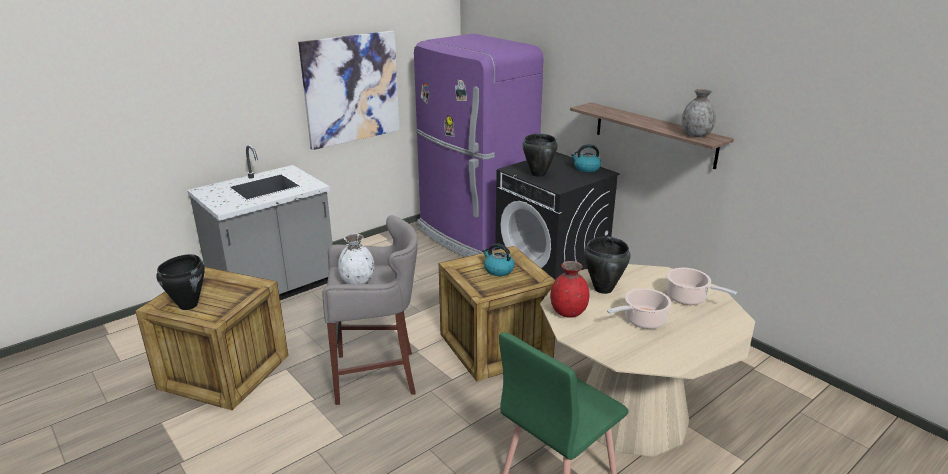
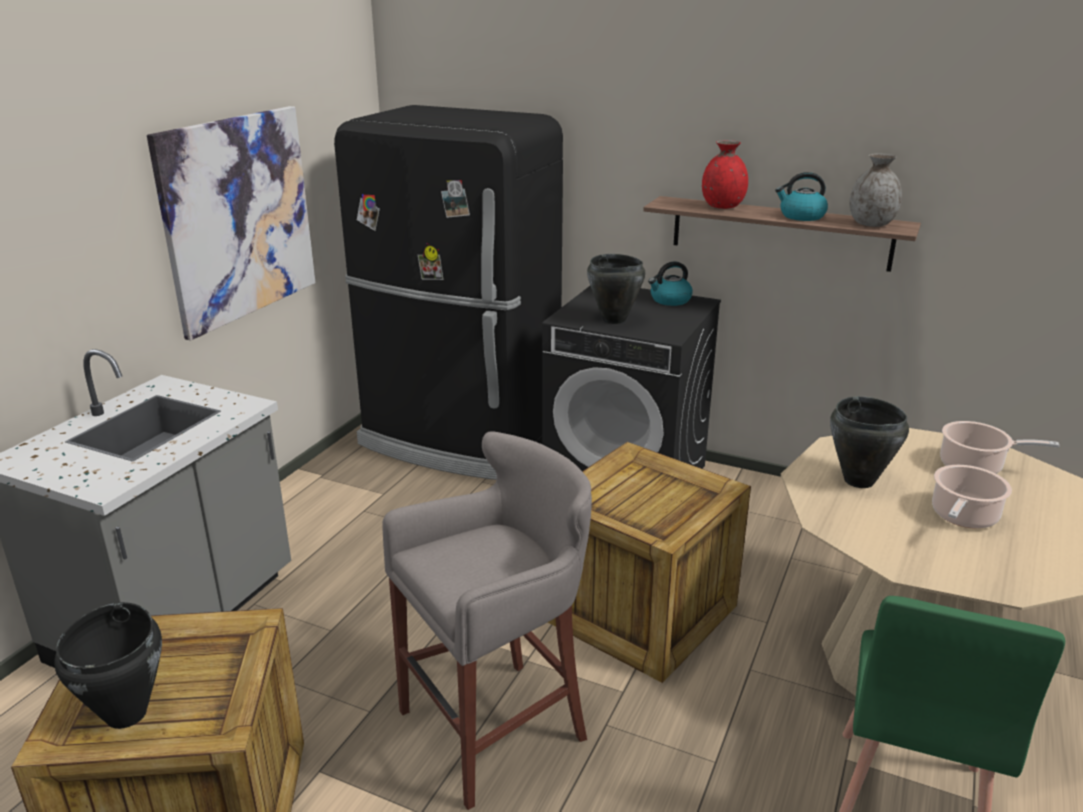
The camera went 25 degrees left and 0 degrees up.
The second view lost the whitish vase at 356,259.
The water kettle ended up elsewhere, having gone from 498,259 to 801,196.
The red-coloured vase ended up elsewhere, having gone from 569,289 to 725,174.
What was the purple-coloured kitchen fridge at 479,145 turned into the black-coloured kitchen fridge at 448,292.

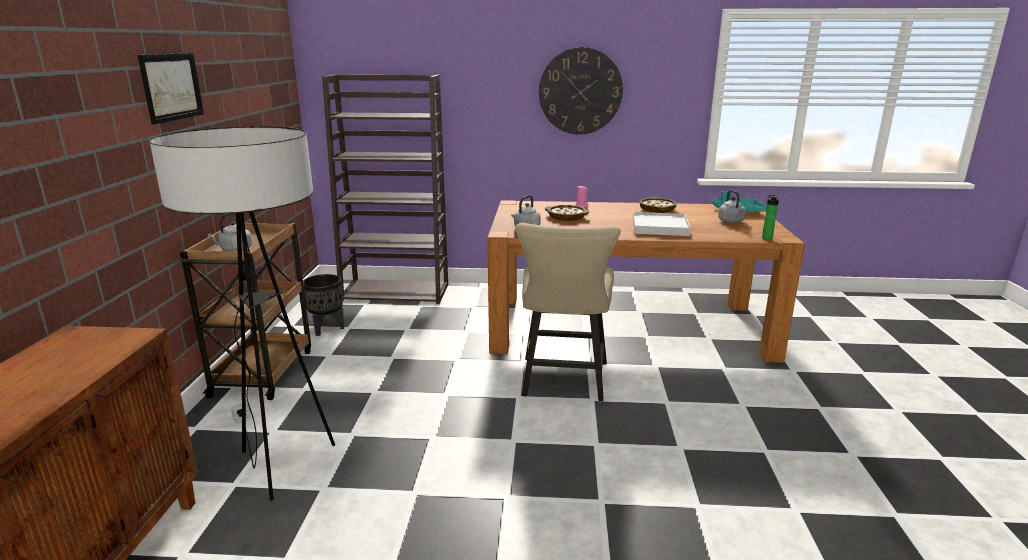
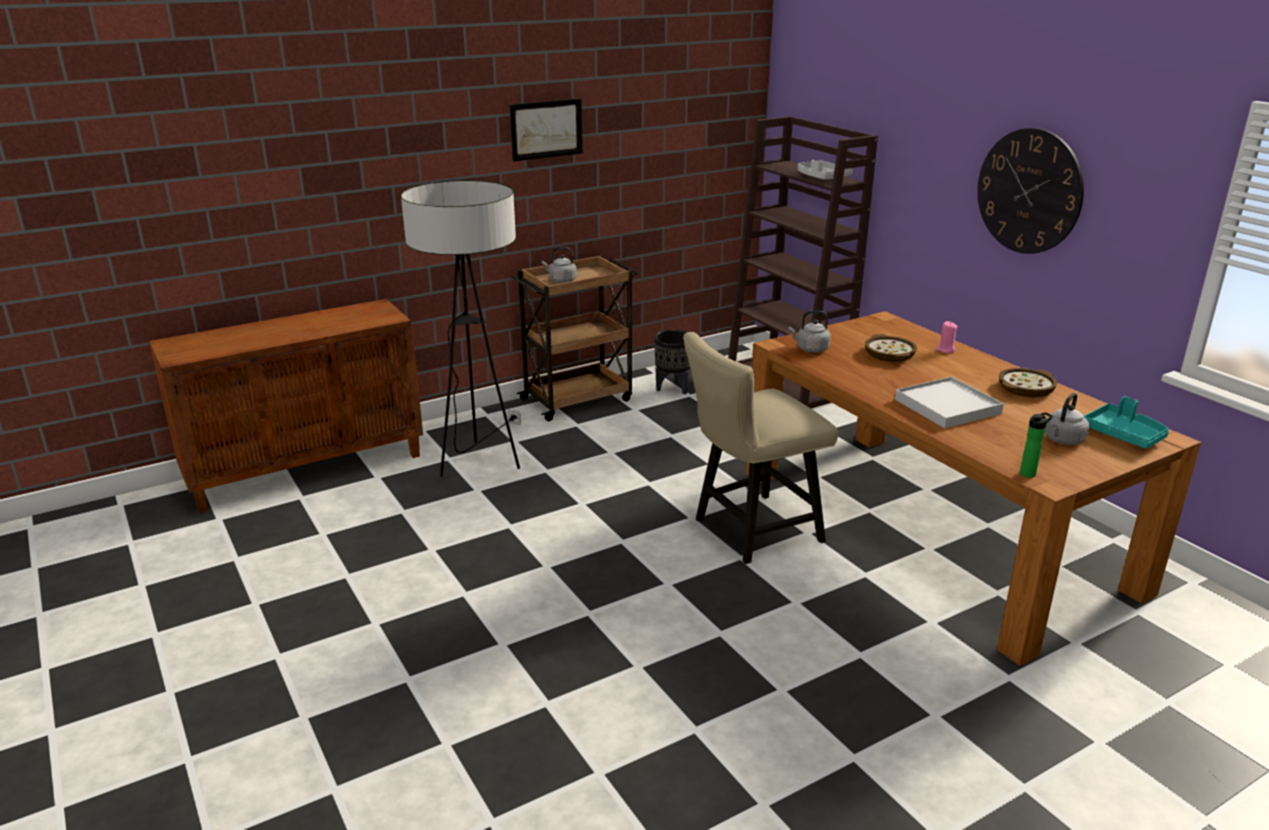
The camera went 55 degrees right and 5 degrees up.
The second view gained the gray carrying tray at 825,169.

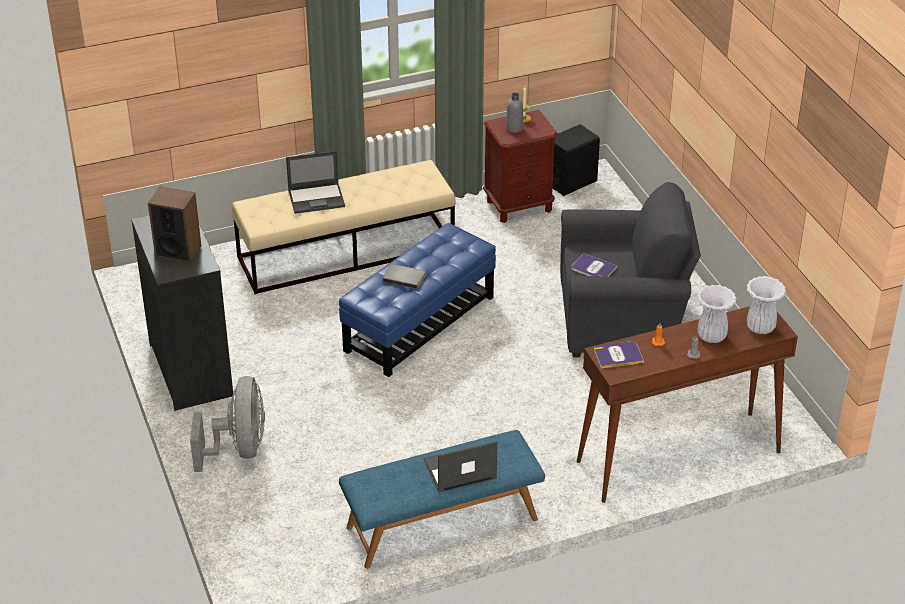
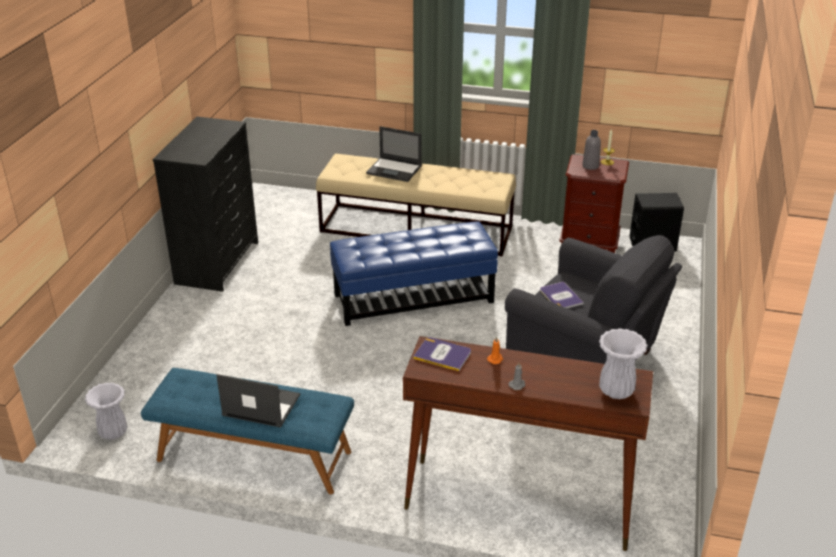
The camera went 35 degrees right and 5 degrees down.
The second view lost the loudspeaker at 174,225.
The second view lost the gray electric fan at 227,424.
The second view lost the gray volume at 404,276.
The whitish vase ended up elsewhere, having gone from 717,314 to 106,411.

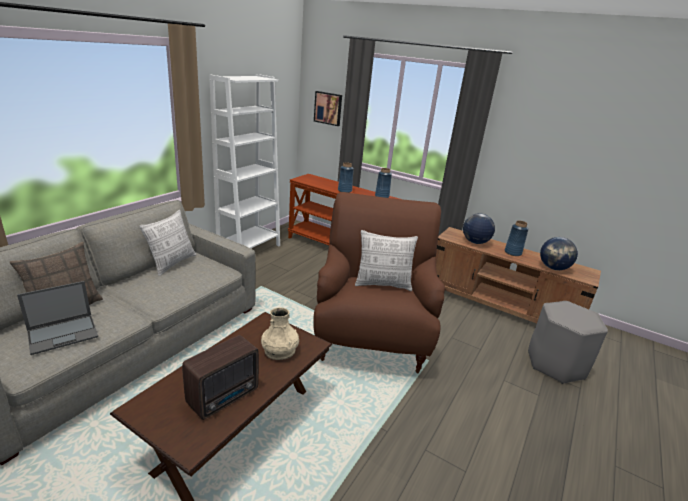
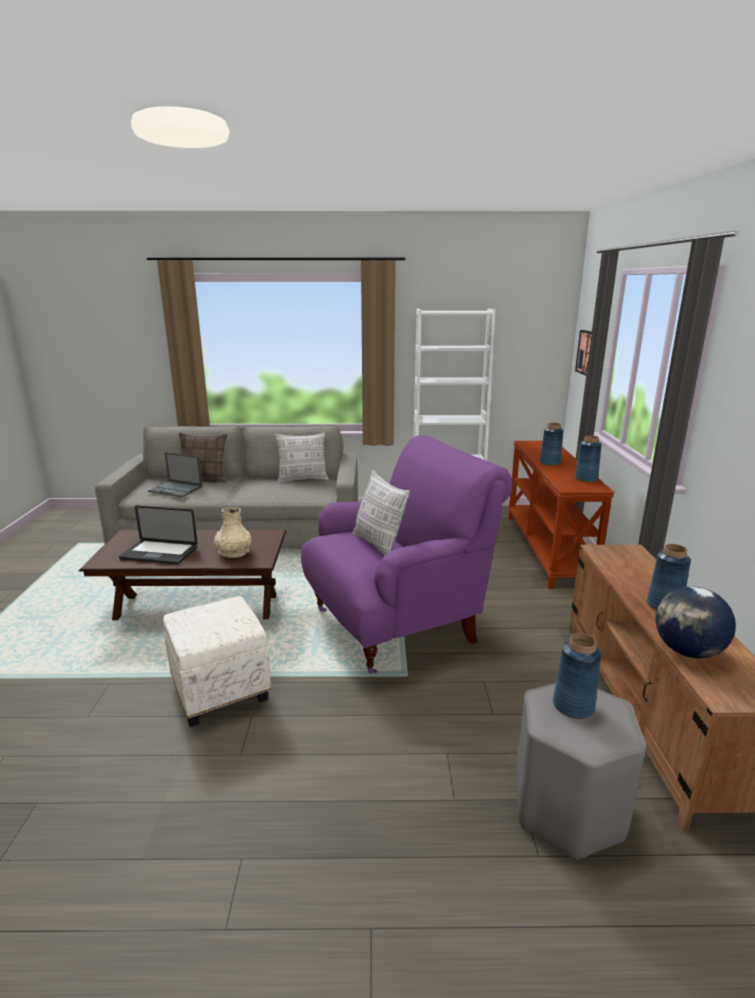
The camera went 60 degrees right and 5 degrees down.
The second view lost the desk globe at 479,228.
The second view gained the whitish pouffe at 217,661.
The second view gained the bluish vase at 577,676.
Where the radio receiver stood at 220,377, the notebook computer came to stand at 158,535.
What was the brown-coloured lounge chair at 379,282 turned into the purple-coloured lounge chair at 407,554.

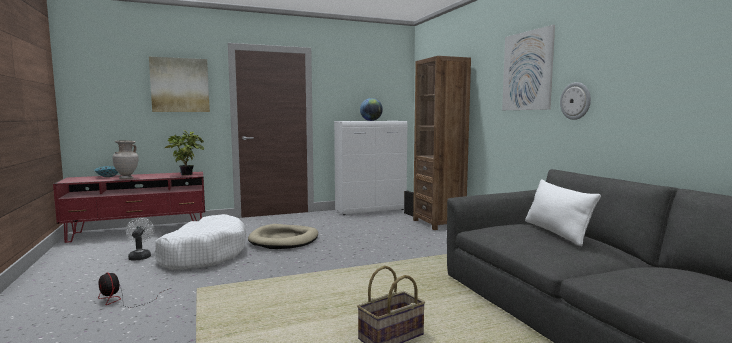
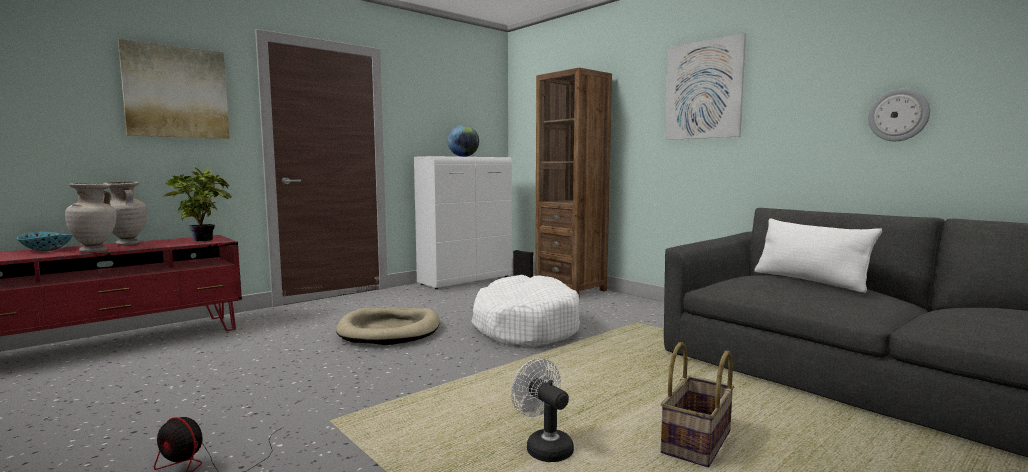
The camera went 20 degrees left and 0 degrees up.
The second view gained the sand-coloured vase at 125,213.
The whitish electric fan ended up elsewhere, having gone from 140,239 to 542,410.
The whitish dog bed ended up elsewhere, having gone from 200,242 to 525,311.
The hanging clock ended up elsewhere, having gone from 575,101 to 899,114.

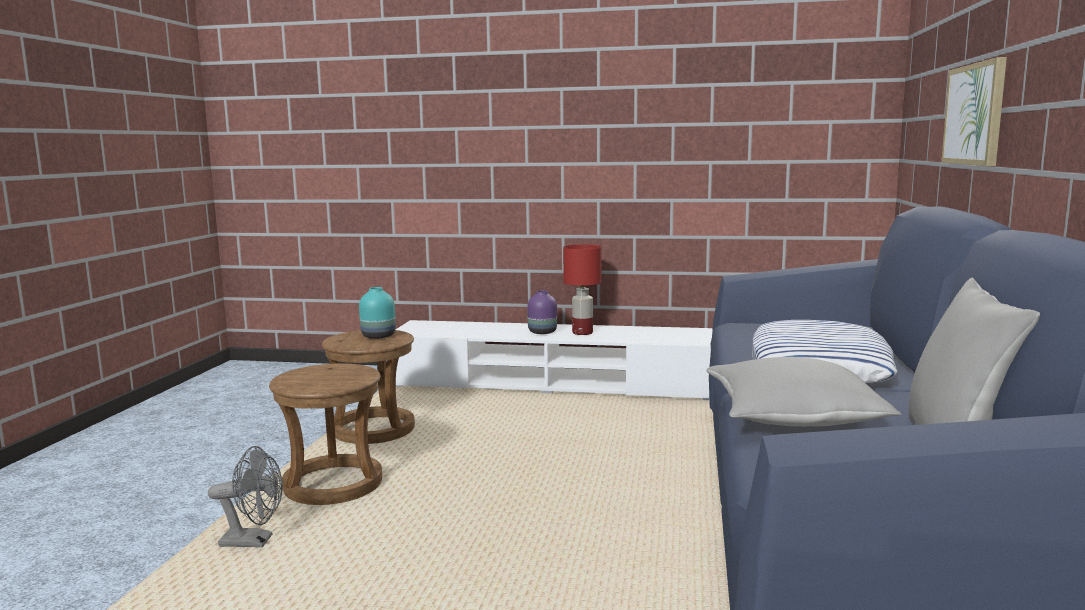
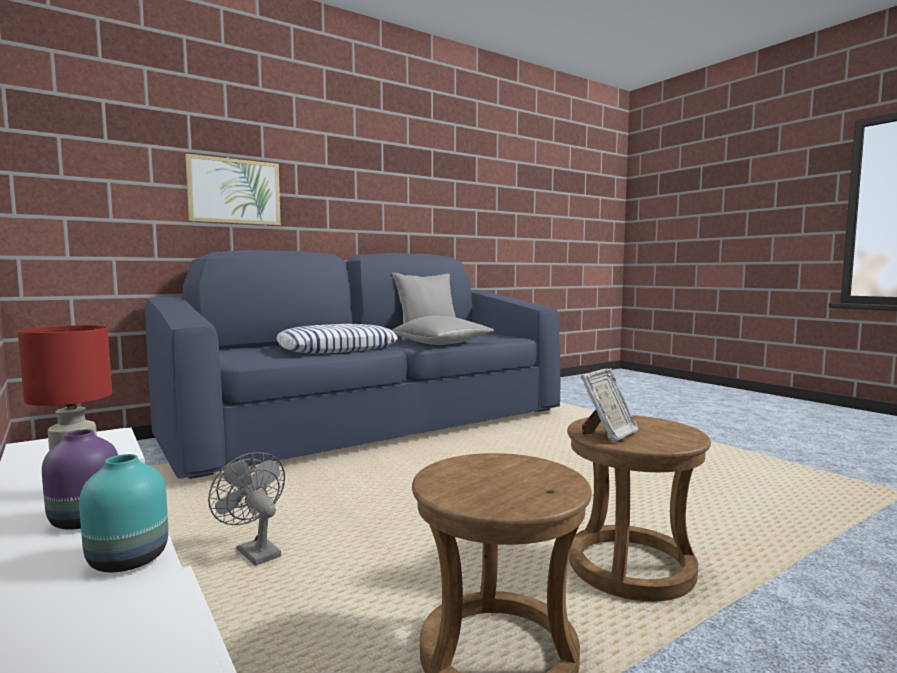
The camera went 135 degrees left and 5 degrees down.
The second view gained the picture frame at 609,405.
The gray electric fan ended up elsewhere, having gone from 245,496 to 246,509.
The turquoise vase ended up elsewhere, having gone from 377,313 to 123,513.

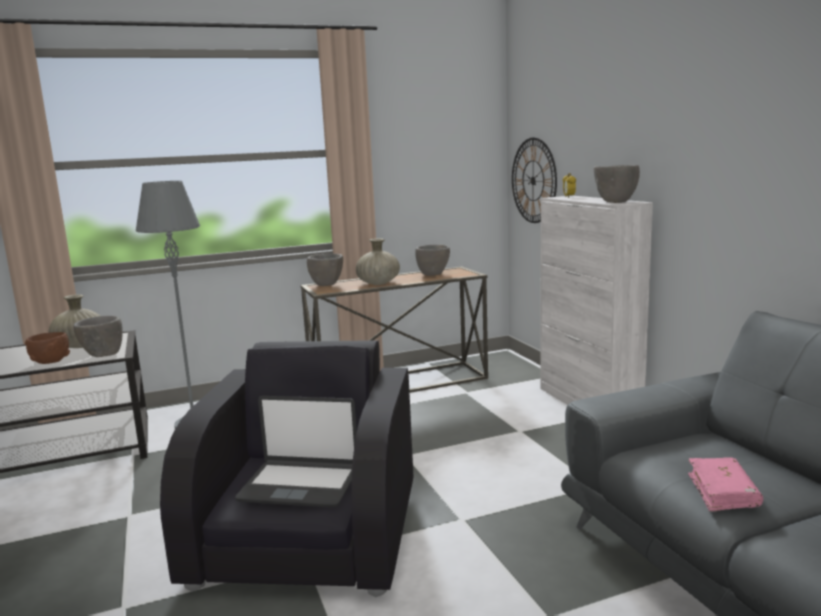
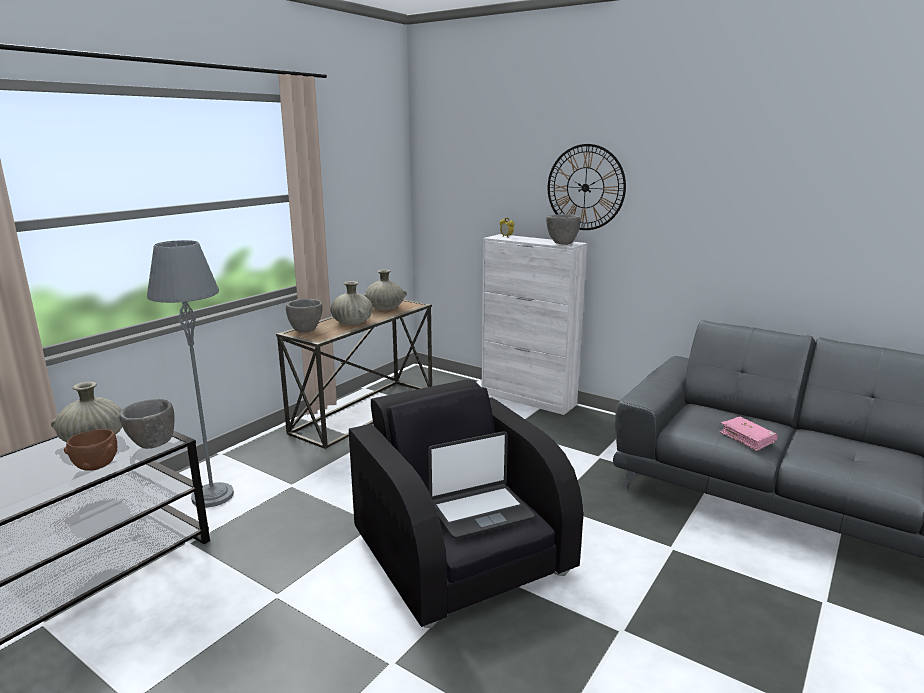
The camera went 35 degrees left and 5 degrees up.
The hanging clock ended up elsewhere, having gone from 534,180 to 587,187.
Where the gray deep dish stood at 432,260, the sand-coloured vase came to stand at 385,290.

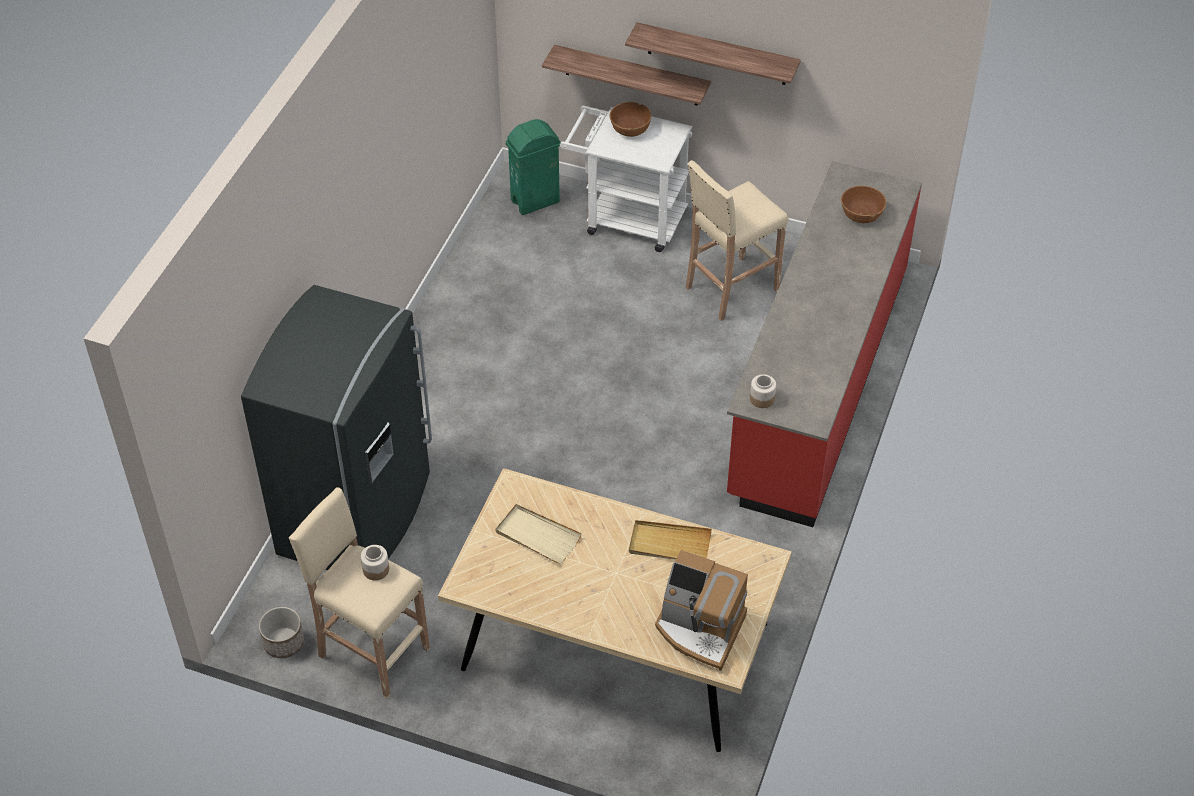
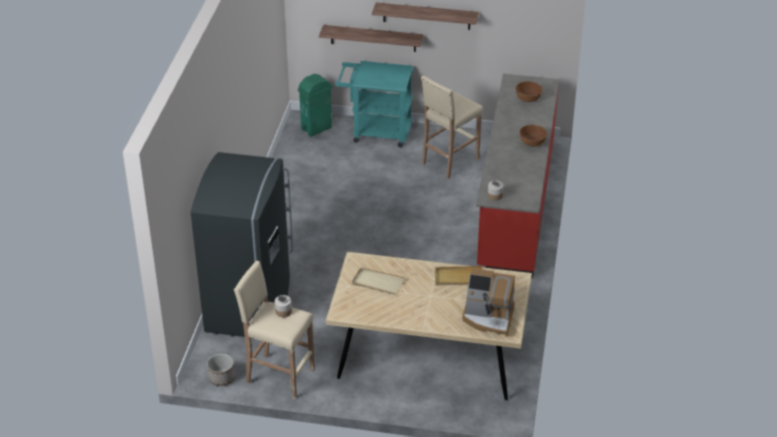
The camera went 10 degrees left and 10 degrees down.
The brown-coloured deep dish ended up elsewhere, having gone from 631,119 to 533,136.
What was the whitish trolley at 626,179 turned into the turquoise trolley at 374,104.

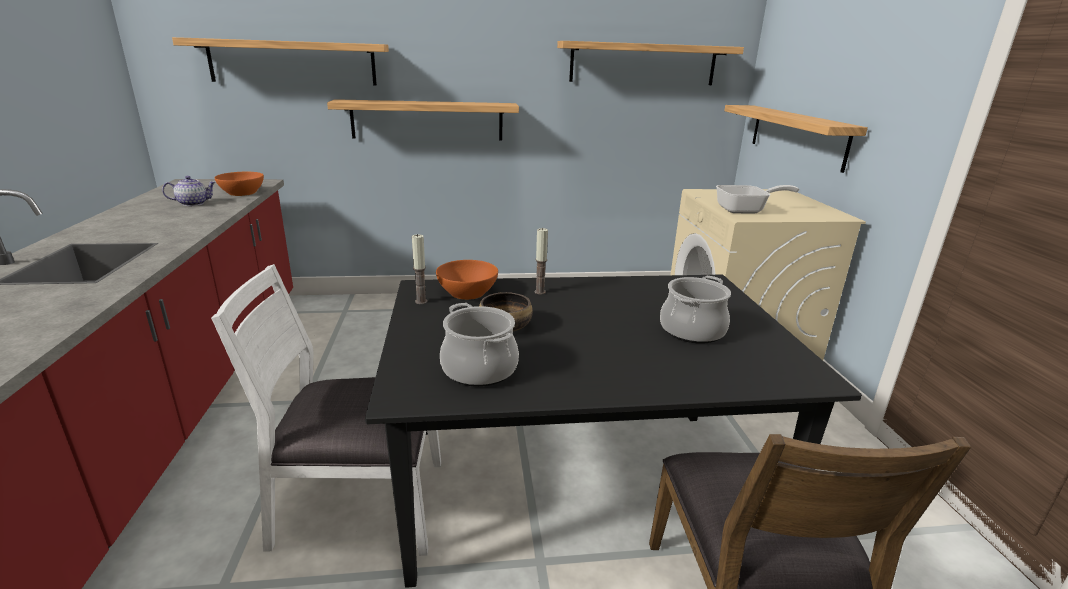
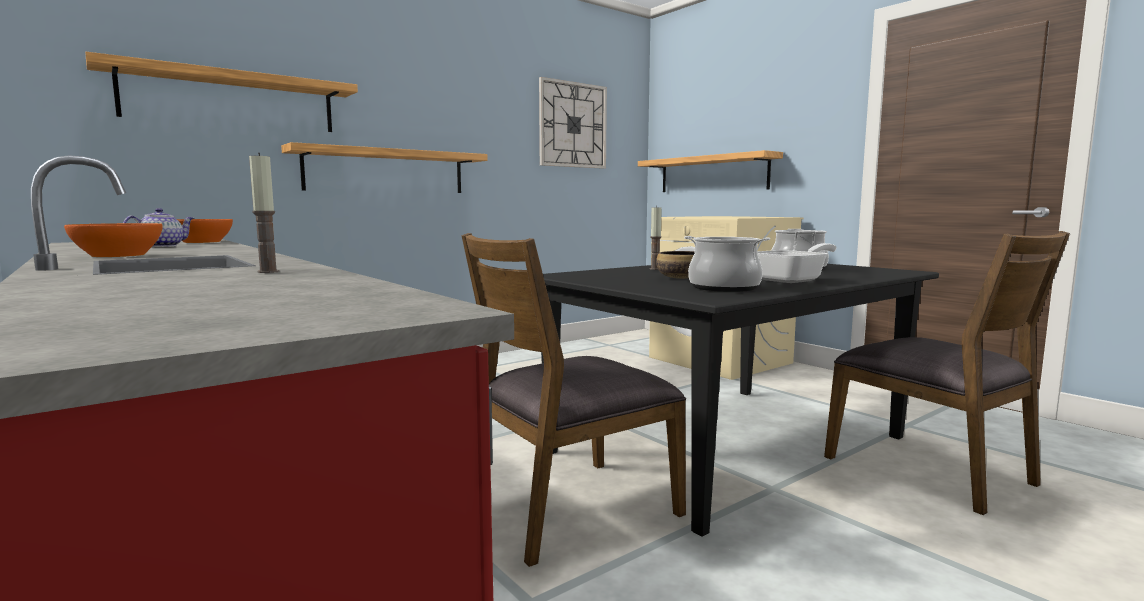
The camera went 30 degrees left and 15 degrees down.
The candle ended up elsewhere, having gone from 419,269 to 264,212.
The orange deep dish ended up elsewhere, having gone from 467,280 to 113,240.
The skillet ended up elsewhere, having gone from 757,199 to 797,263.
Where the bracket shelf hung at 650,63, the hanging clock came to hang at 573,123.
What was the whitish upright chair at 326,410 turned into the brown-coloured upright chair at 574,400.

